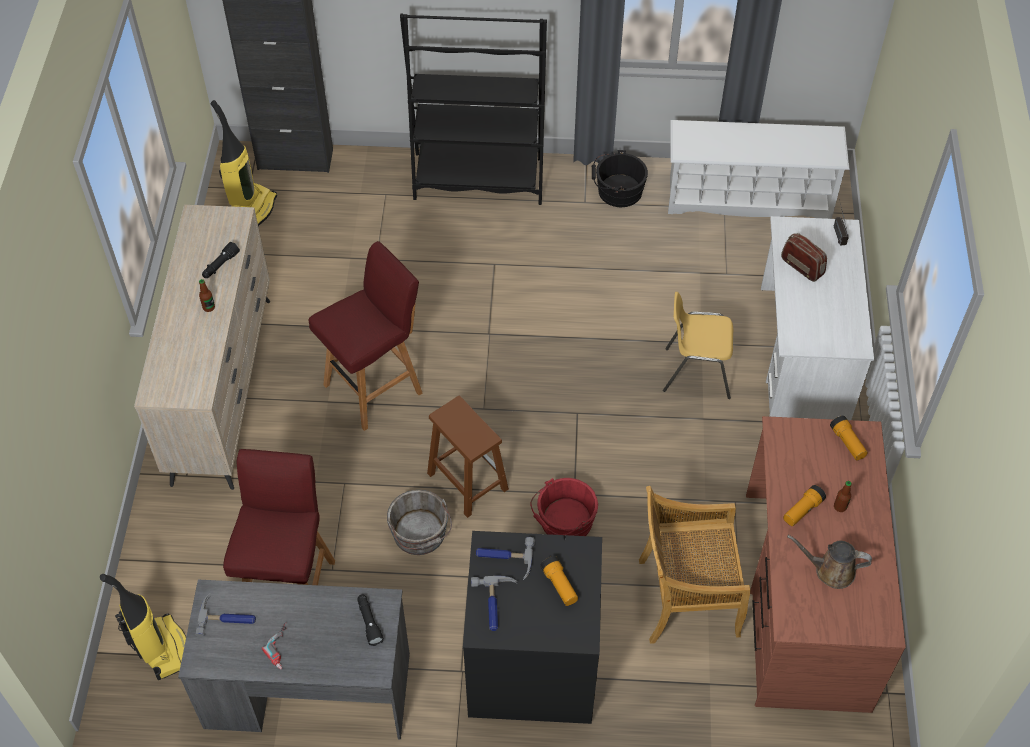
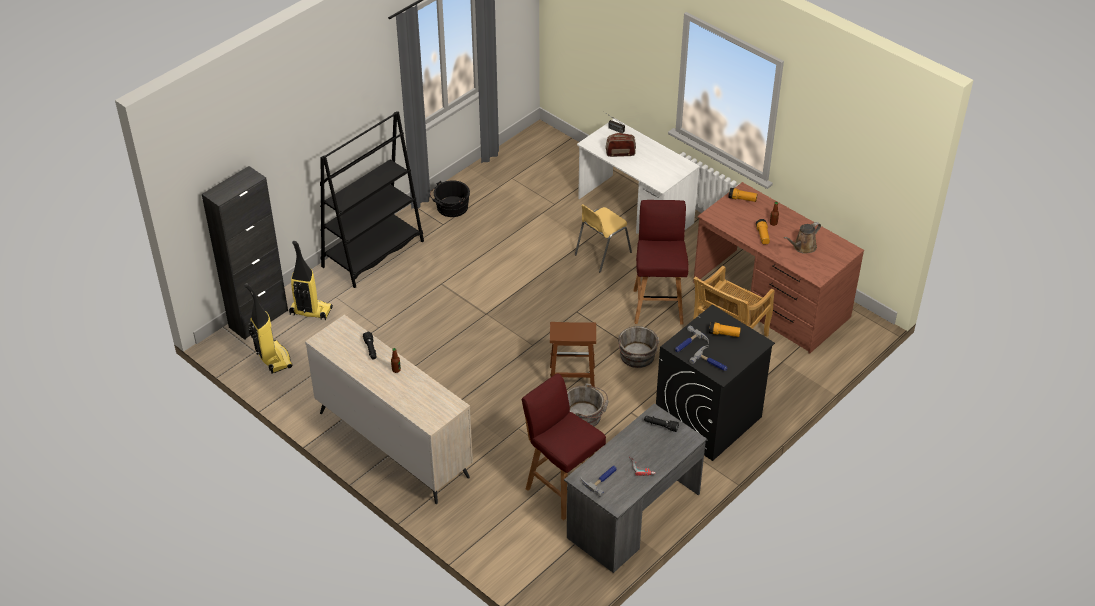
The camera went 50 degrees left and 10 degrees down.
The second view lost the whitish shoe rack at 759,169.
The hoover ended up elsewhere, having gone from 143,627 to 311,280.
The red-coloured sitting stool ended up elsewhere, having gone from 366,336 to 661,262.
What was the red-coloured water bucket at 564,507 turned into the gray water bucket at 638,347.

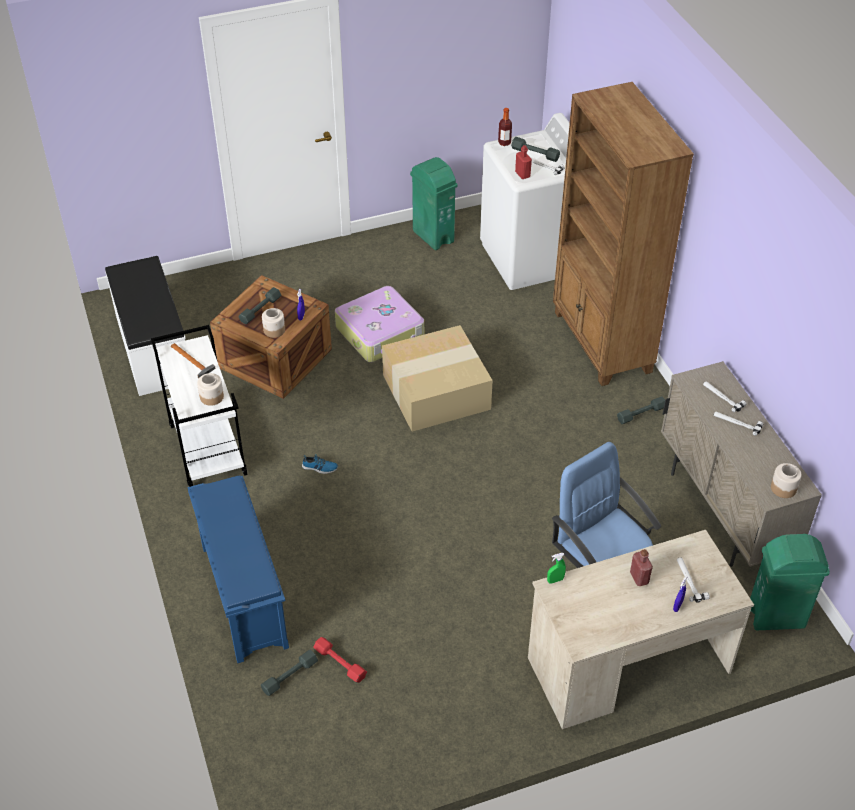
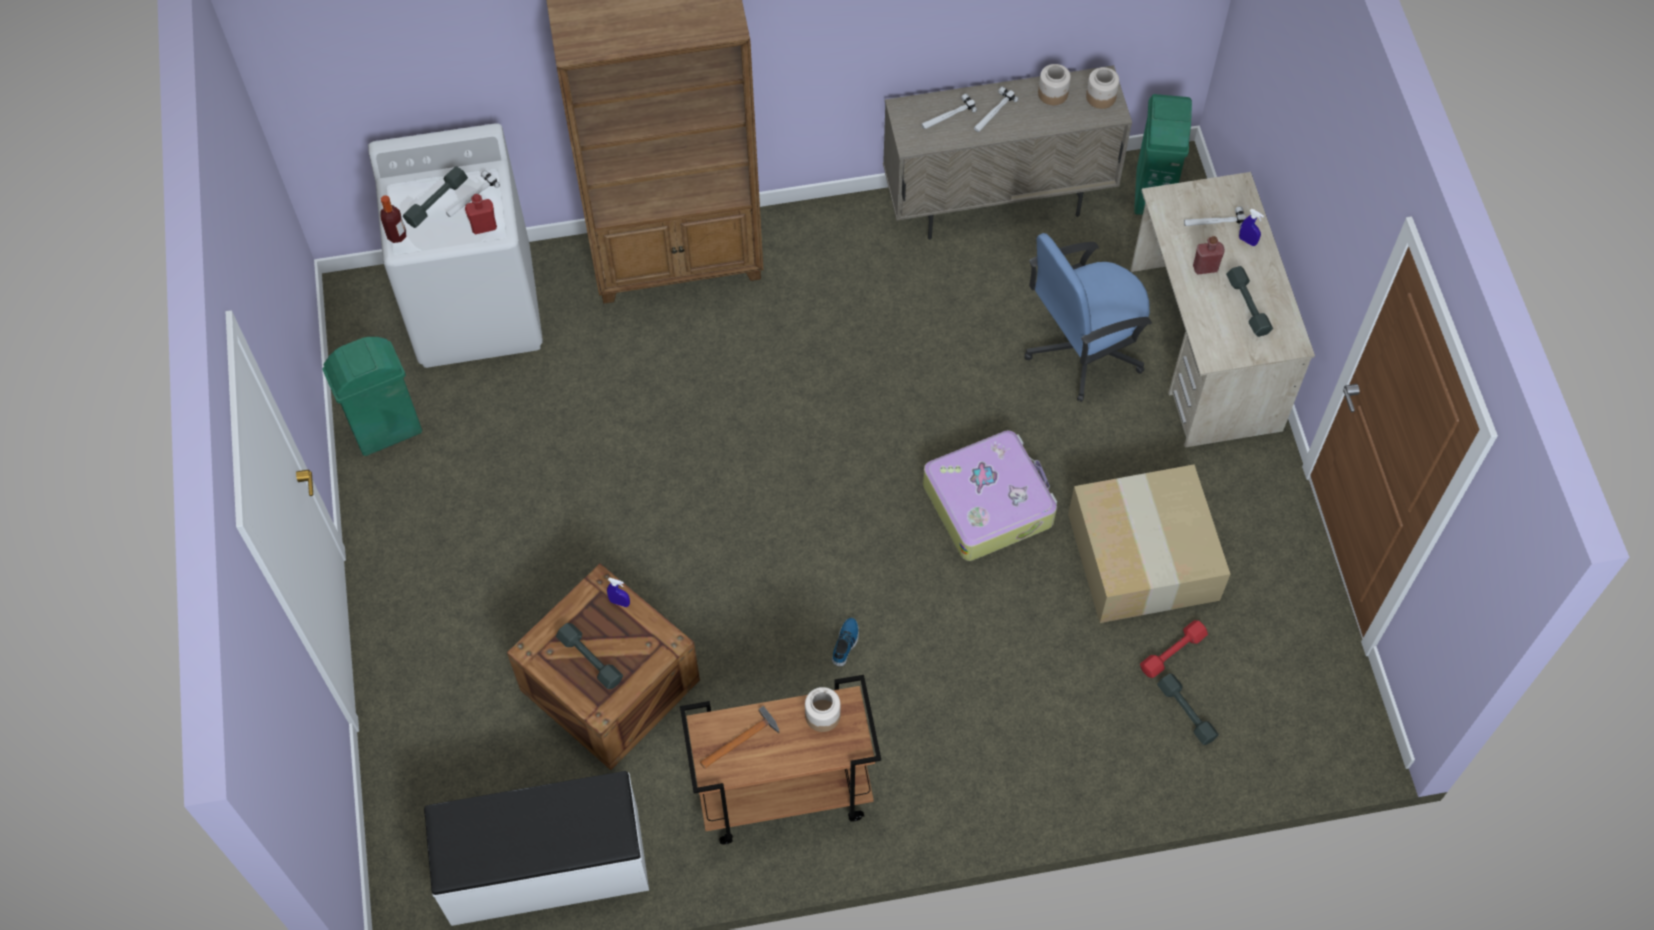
The camera went 80 degrees left and 15 degrees up.
The second view lost the bluish shoe rack at 238,569.
The second view lost the greenish spray bottle at 556,568.
The storage jar ended up elsewhere, having gone from 273,323 to 1054,84.
The piece of luggage ended up elsewhere, having gone from 379,324 to 990,495.
The carton ended up elsewhere, having gone from 437,378 to 1149,543.
The gray dumbbell ended up elsewhere, having gone from 641,410 to 1249,301.
What was the whitish trolley at 199,406 turned into the brown-coloured trolley at 780,759.

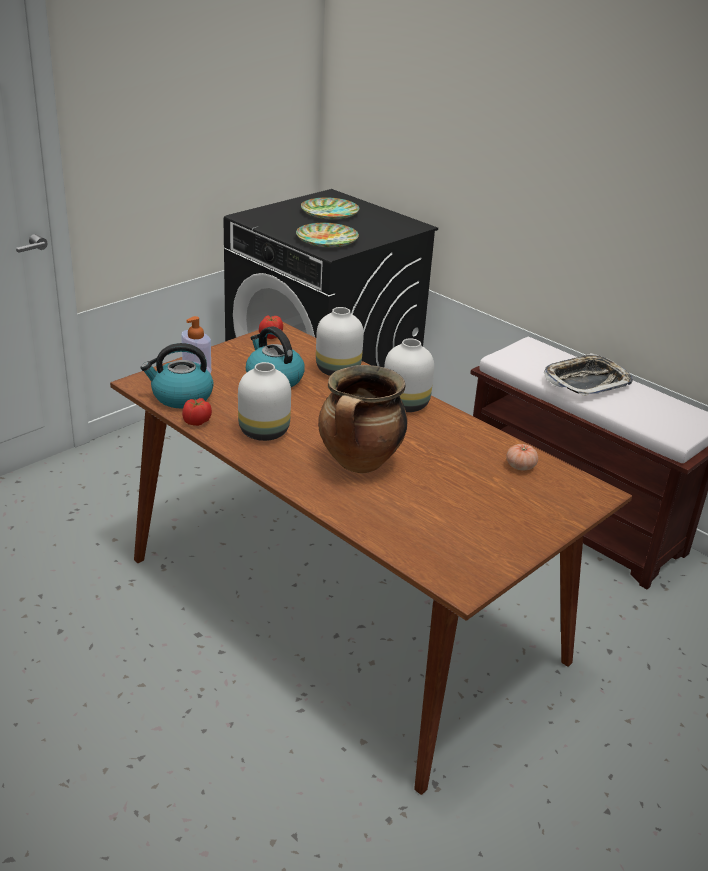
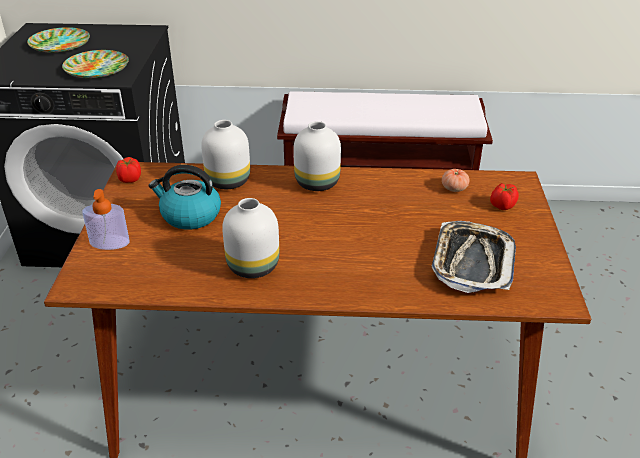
The camera went 40 degrees left and 5 degrees up.
The second view lost the water kettle at 177,376.
The second view lost the cooking pot at 363,419.
The tomato ended up elsewhere, having gone from 197,412 to 504,196.
The carrying tray ended up elsewhere, having gone from 588,374 to 473,257.

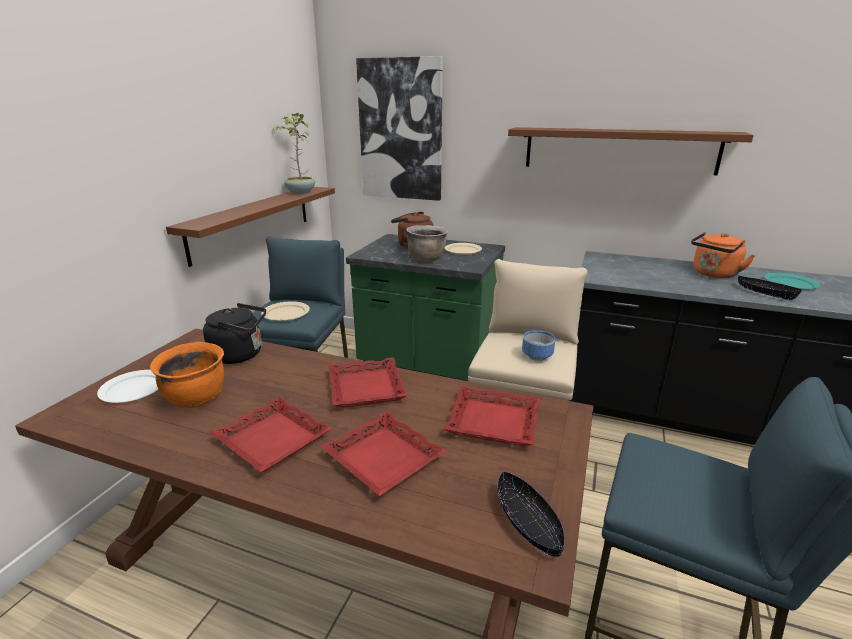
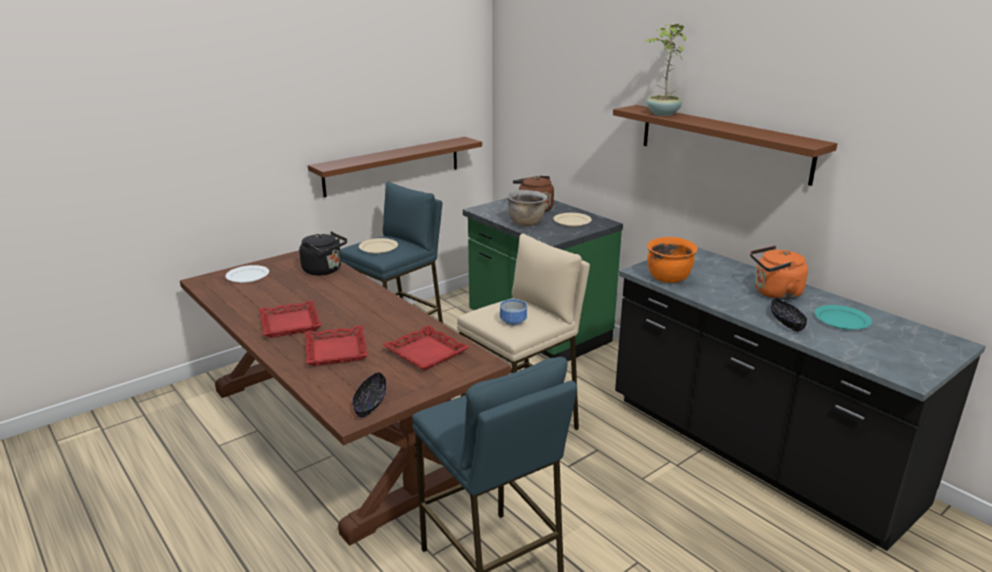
The camera went 30 degrees right and 0 degrees up.
The second view lost the red-coloured carrying tray at 368,382.
The second view lost the wall art at 399,128.
The orange cooking pot ended up elsewhere, having gone from 187,375 to 672,260.
The potted plant ended up elsewhere, having gone from 293,153 to 665,70.

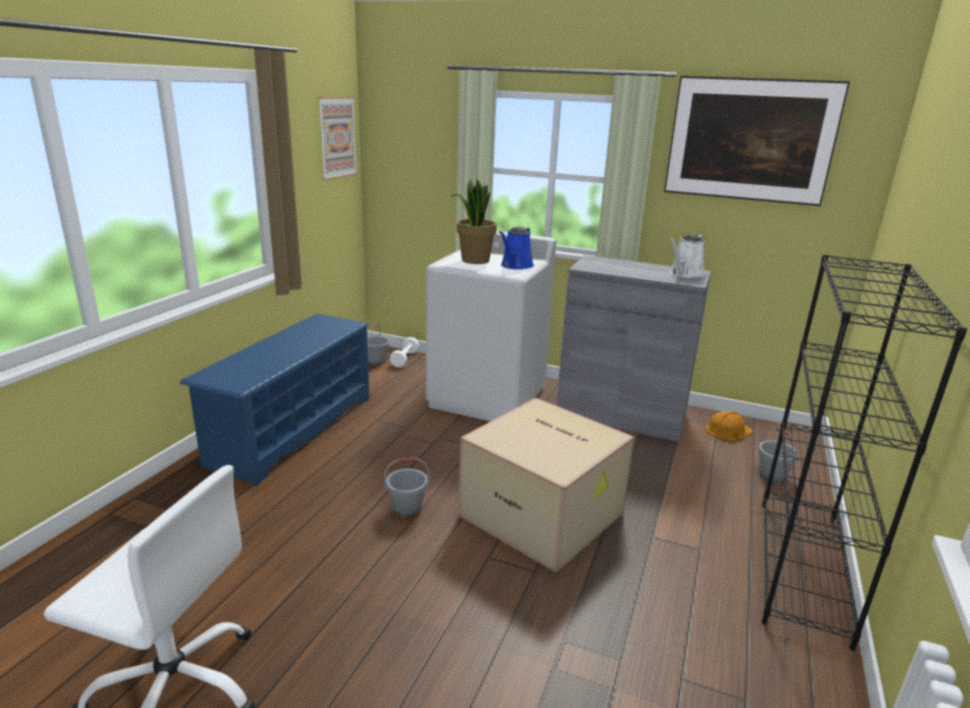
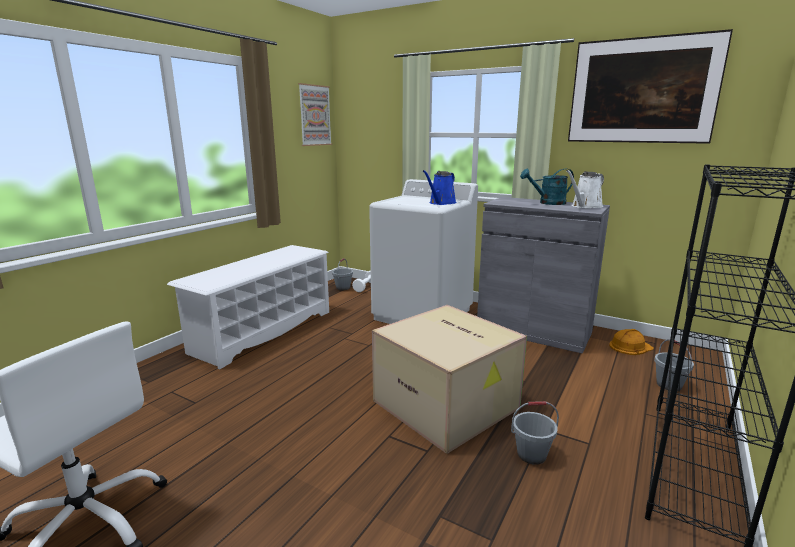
The camera went 10 degrees right and 5 degrees down.
The second view lost the potted plant at 474,221.
The second view gained the turquoise watering can at 547,187.
The gray water bucket ended up elsewhere, having gone from 406,487 to 535,433.
What was the bluish shoe rack at 275,400 turned into the whitish shoe rack at 248,307.

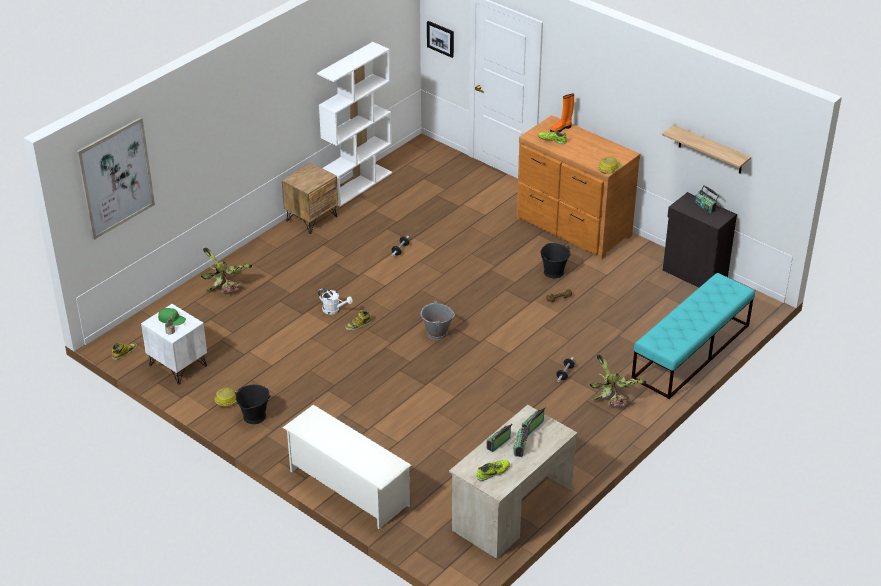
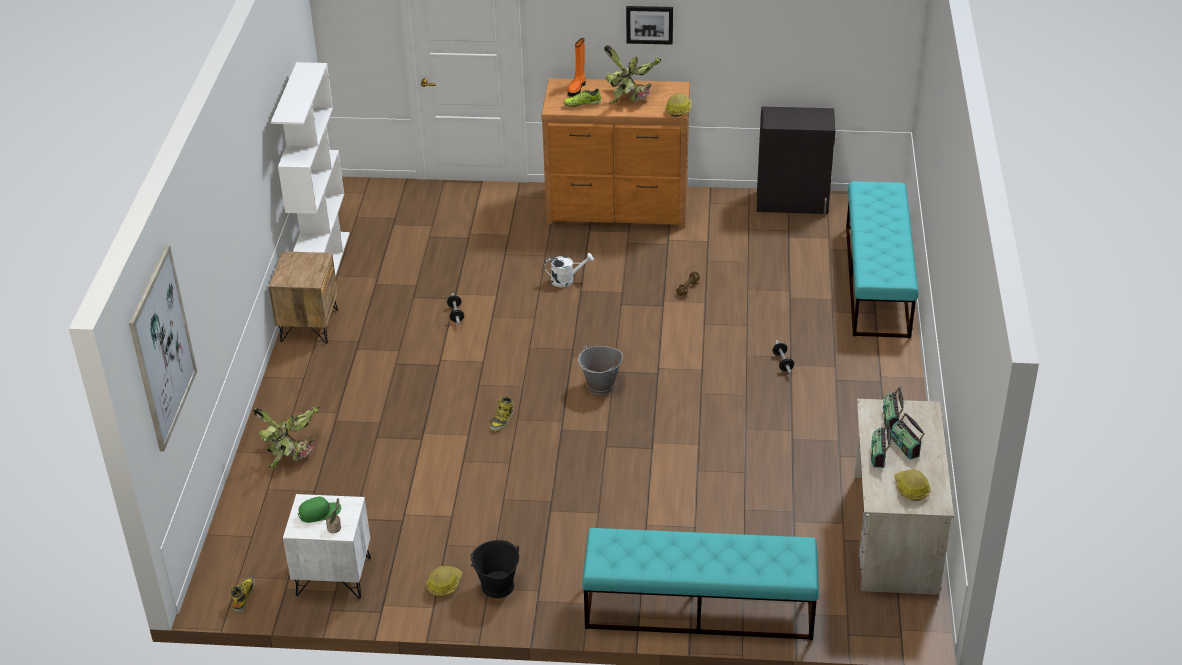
The camera went 35 degrees left and 0 degrees up.
The second view lost the black-coloured water bucket at 556,260.
The second view lost the bracket shelf at 706,149.
The second view lost the radio receiver at 707,199.
The whitish watering can ended up elsewhere, having gone from 335,301 to 569,270.
The wall art ended up elsewhere, having gone from 440,39 to 649,25.
The potted plant ended up elsewhere, having gone from 618,380 to 632,74.
Where the whitish shoe rack stood at 347,467, the turquoise bench came to stand at 700,584.
Where the low shoe stood at 493,470, the safety helmet came to stand at 912,485.

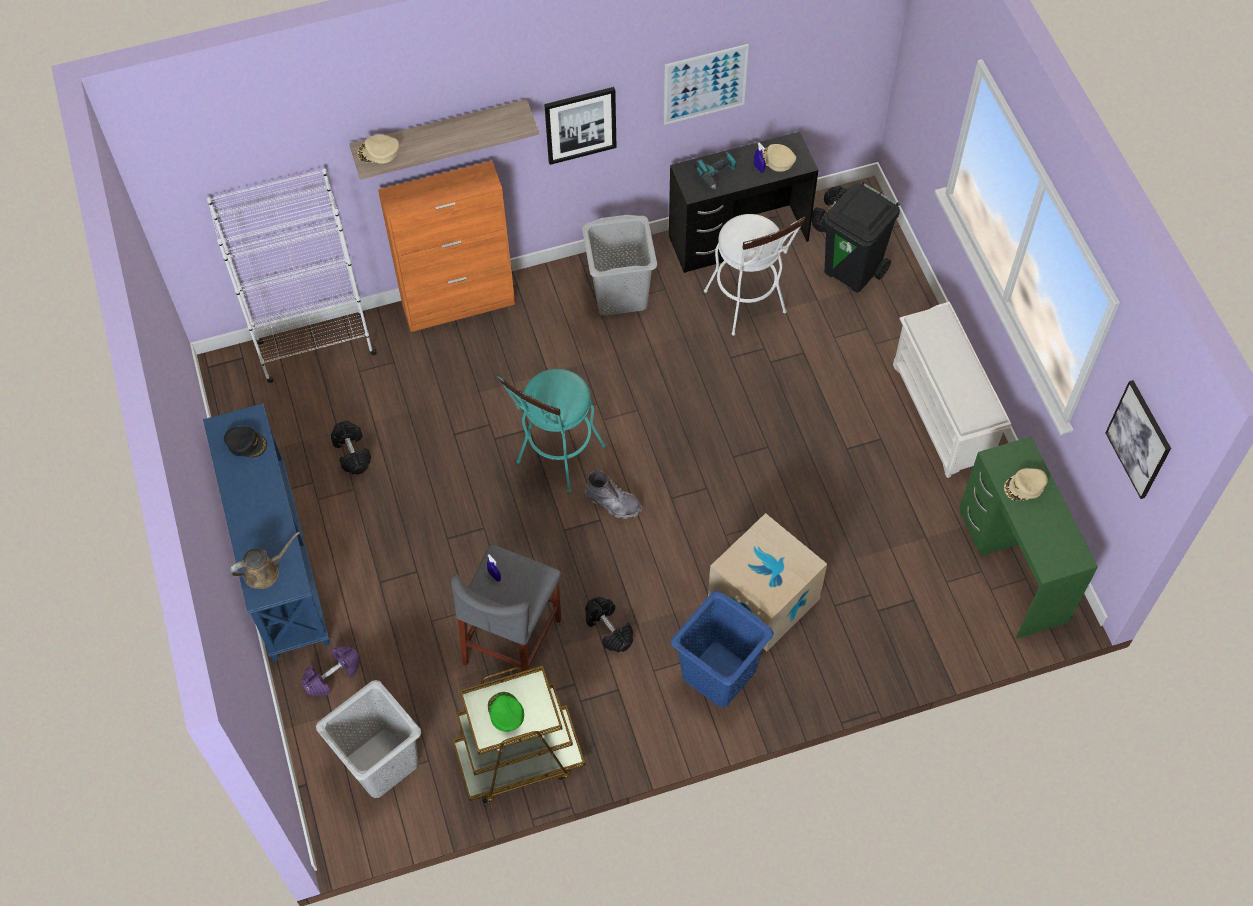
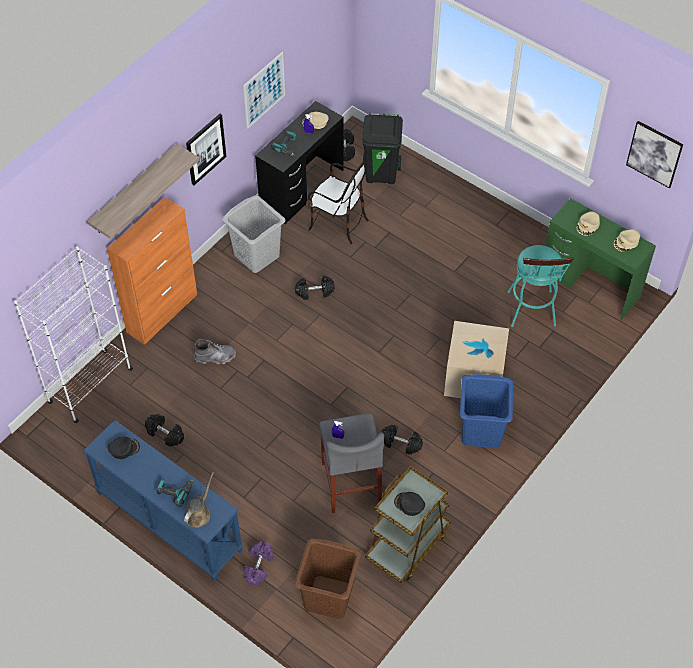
The camera went 35 degrees left and 5 degrees down.
The second view lost the whitish shoe rack at 952,390.
The second view gained the drill at 175,493.
The second view gained the black-coloured dumbbell at 315,288.
The sand-coloured cap ended up elsewhere, having gone from 378,149 to 627,240.
The turquoise sitting stool ended up elsewhere, having gone from 551,431 to 540,286.
The gray tall boot ended up elsewhere, having gone from 613,494 to 215,351.
Where the whitish sitting stool stood at 755,275, the upright chair came to stand at 338,202.
What was the gray washing basket at 368,739 turned into the brown-coloured washing basket at 327,578.
What was the greenish cap at 506,712 turned into the black-coloured cap at 409,504.

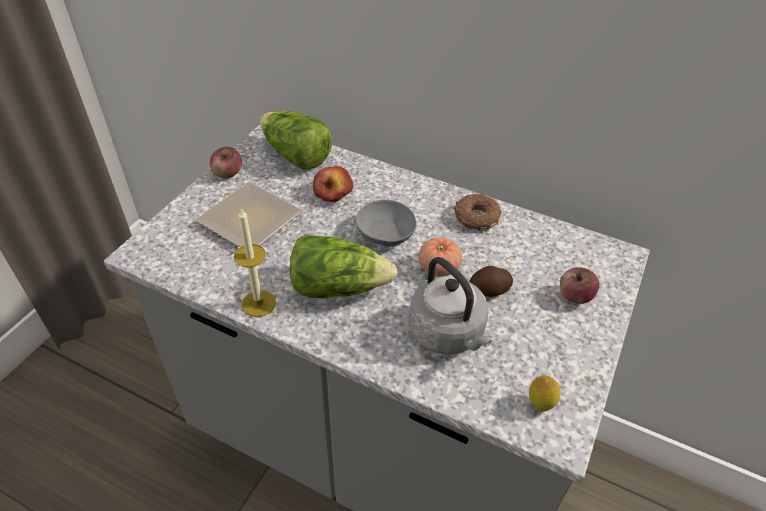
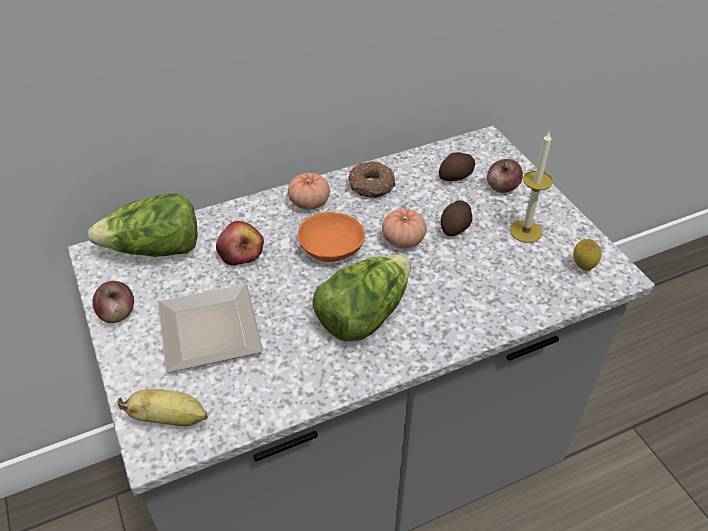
The camera went 50 degrees left and 0 degrees up.
The second view lost the gray water kettle at 450,306.
The second view gained the banana fruit at 162,407.
The second view gained the tomato at 309,191.
The second view gained the potato at 457,166.
The candle ended up elsewhere, having gone from 255,262 to 531,187.
What was the gray deep dish at 386,223 turned into the orange deep dish at 331,237.

